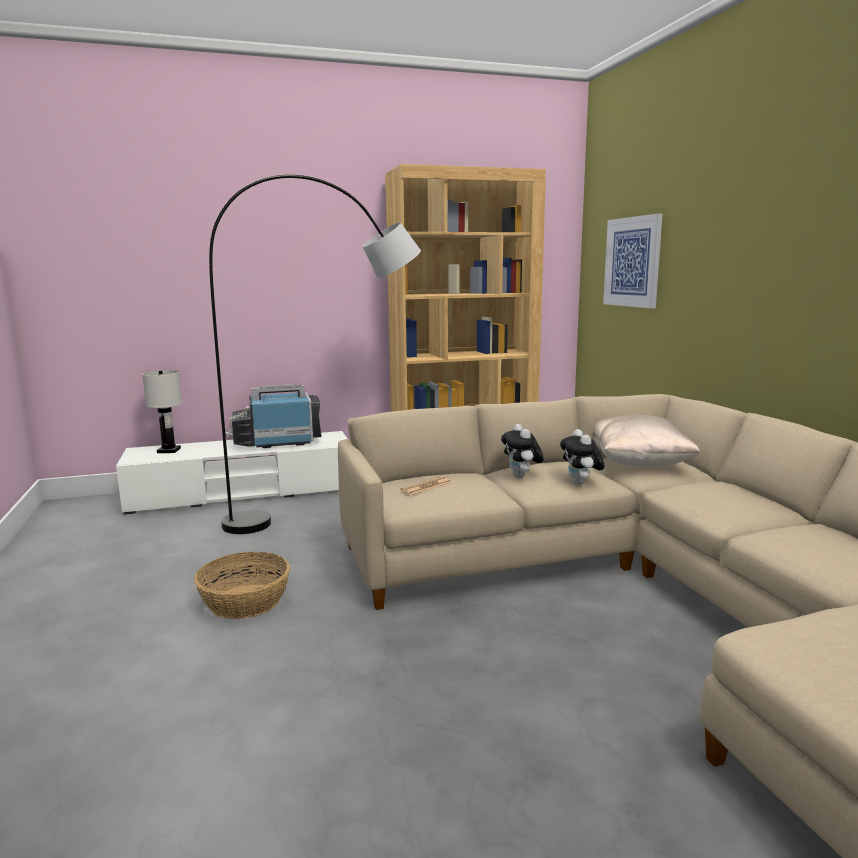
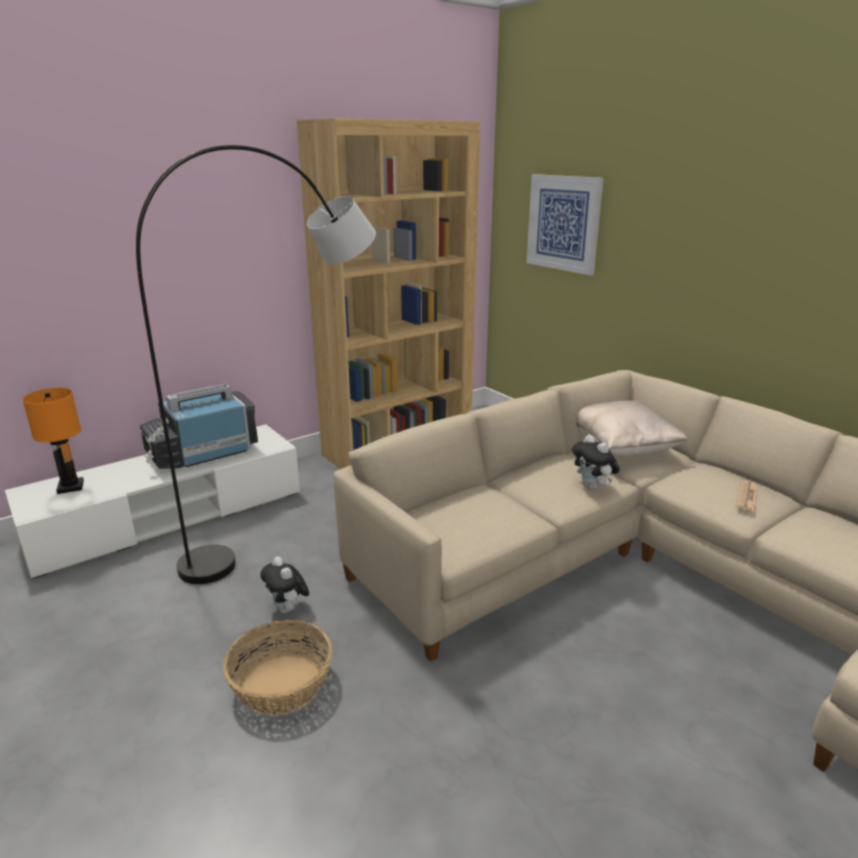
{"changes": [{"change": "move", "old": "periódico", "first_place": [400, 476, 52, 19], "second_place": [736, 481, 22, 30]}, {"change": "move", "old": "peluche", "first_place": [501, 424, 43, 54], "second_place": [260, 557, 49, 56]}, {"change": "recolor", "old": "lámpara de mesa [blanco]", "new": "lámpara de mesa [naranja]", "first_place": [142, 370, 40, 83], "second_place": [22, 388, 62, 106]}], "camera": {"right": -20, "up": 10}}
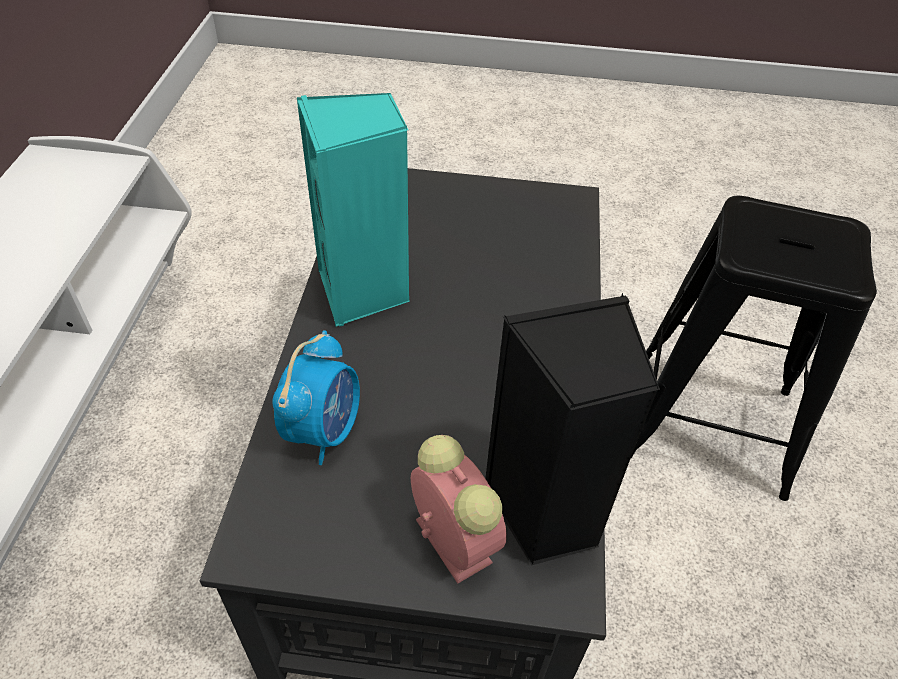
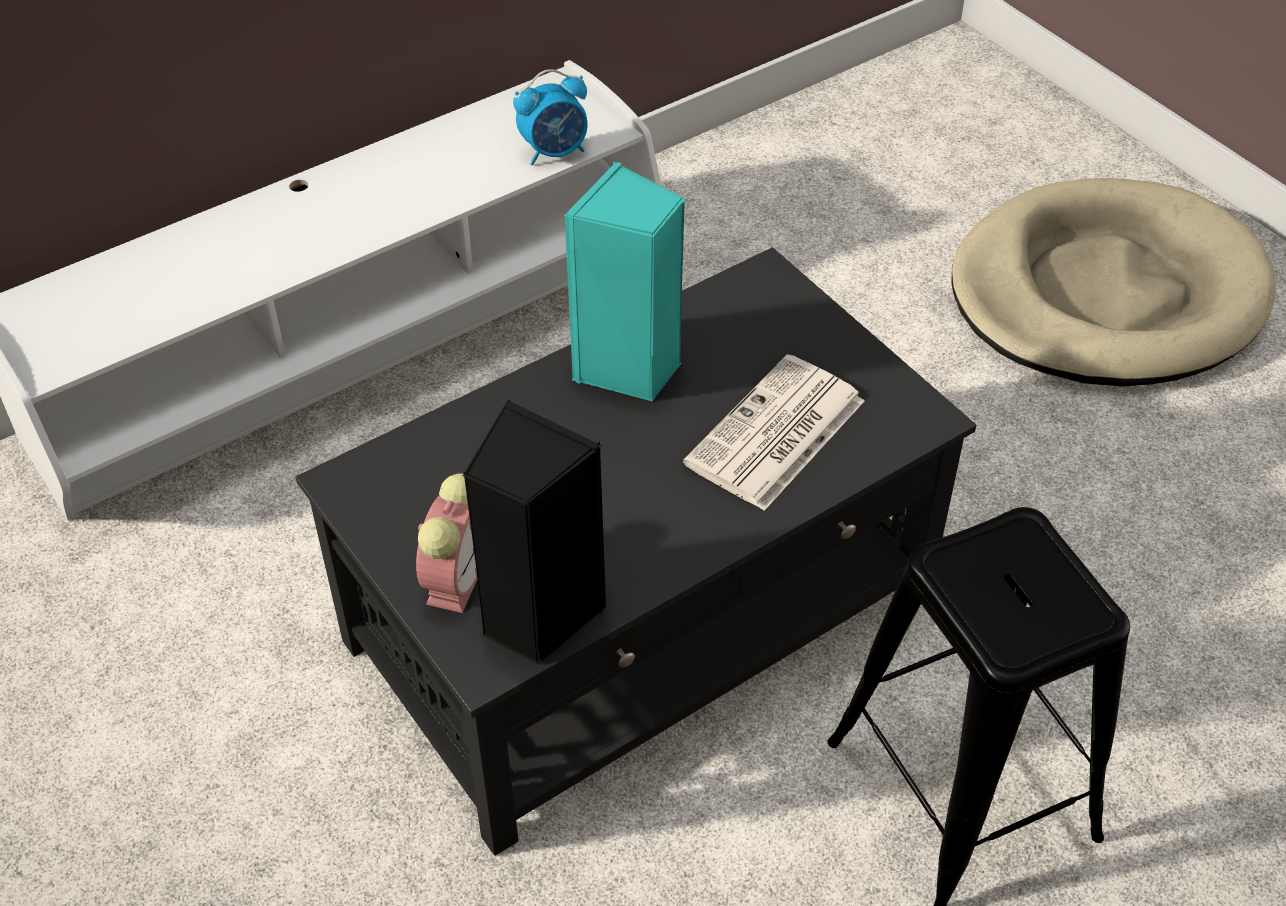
{"changes": [{"change": "insert", "new": "periódico", "second_place": [683, 354, 182, 157]}, {"change": "insert", "new": "cama para perro [beis]", "second_place": [951, 178, 325, 209]}, {"change": "move", "old": "despertador", "first_place": [272, 330, 88, 135], "second_place": [513, 69, 75, 96]}], "camera": {"right": 50, "up": 0}}
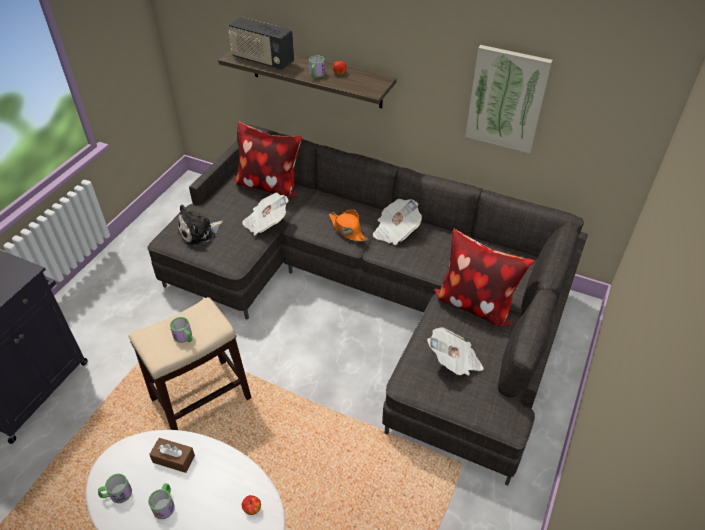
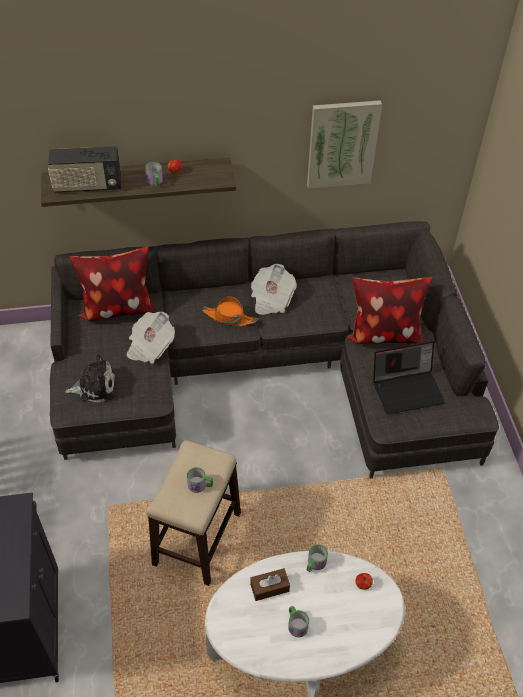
{"changes": [{"change": "move", "old": "taza grande", "first_place": [98, 474, 34, 29], "second_place": [307, 544, 21, 28]}, {"change": "replace", "old": "periódico", "new": "portátil", "first_place": [427, 327, 57, 49], "second_place": [373, 341, 72, 74]}, {"change": "rotate", "old": "peluche", "first_place": [178, 204, 45, 42], "second_place": [65, 354, 50, 49], "degrees": -120}], "camera": {"right": -35, "up": 5}}
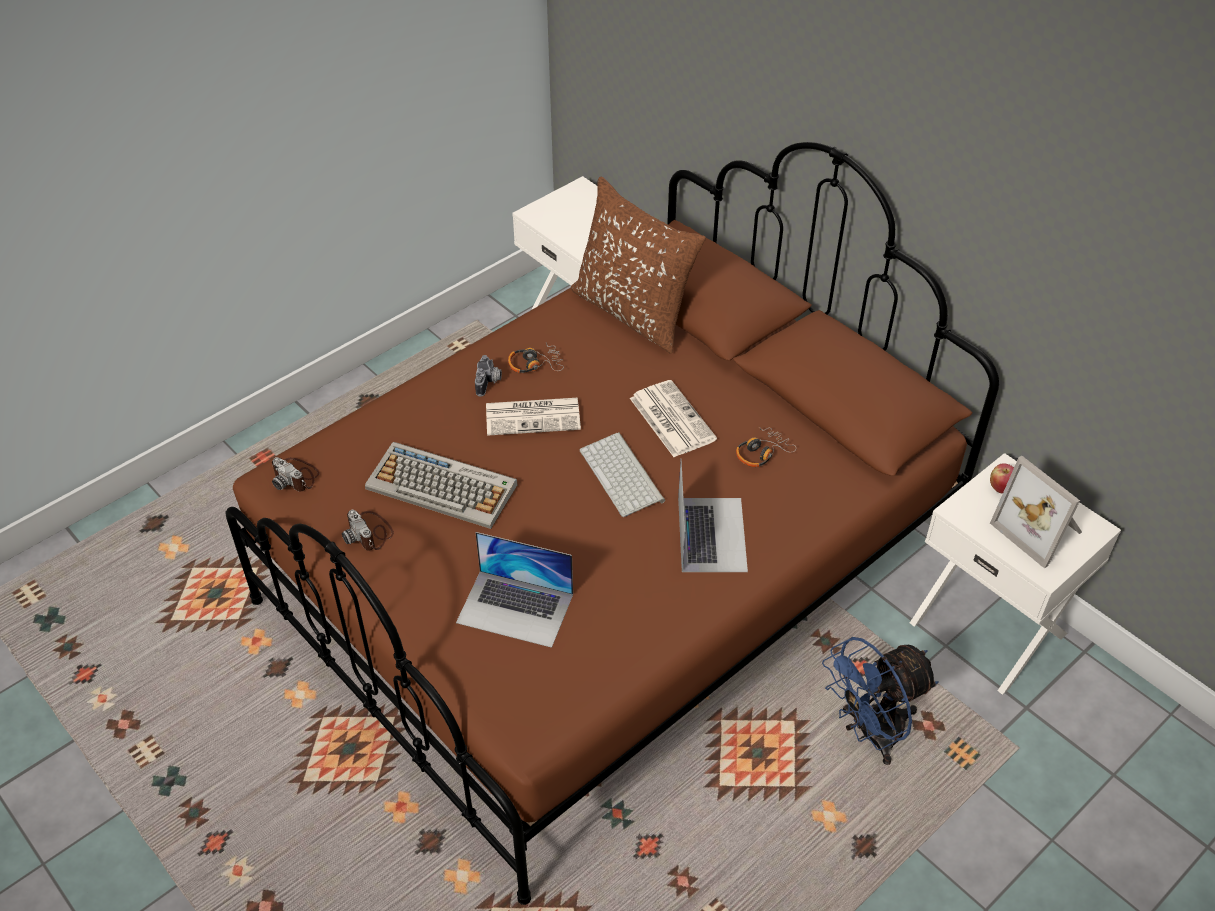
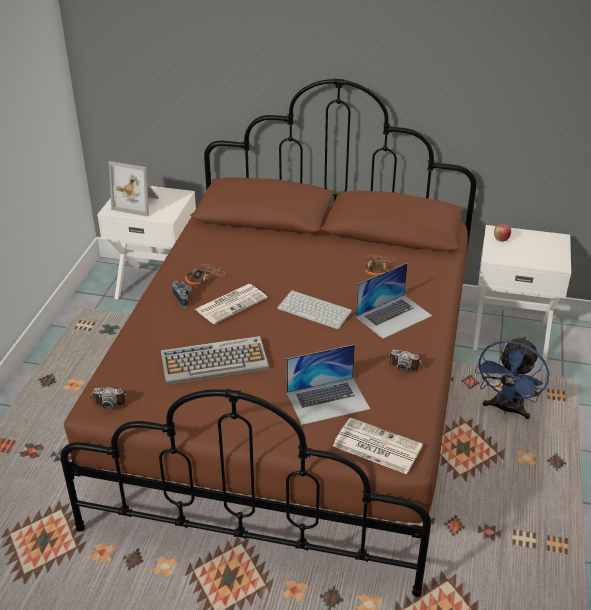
{"changes": [{"change": "delete", "old": "cojín [marrón]", "first_place": [571, 177, 135, 177]}, {"change": "move", "old": "cámara", "first_place": [342, 510, 52, 41], "second_place": [386, 349, 36, 23]}, {"change": "move", "old": "periódico", "first_place": [630, 380, 87, 77], "second_place": [333, 417, 90, 57]}, {"change": "move", "old": "portarretratos", "first_place": [990, 456, 92, 112], "second_place": [109, 161, 50, 55]}, {"change": "rotate", "old": "portátil", "first_place": [678, 459, 70, 113], "second_place": [356, 263, 76, 76], "degrees": 90}], "camera": {"right": -35, "up": -10}}
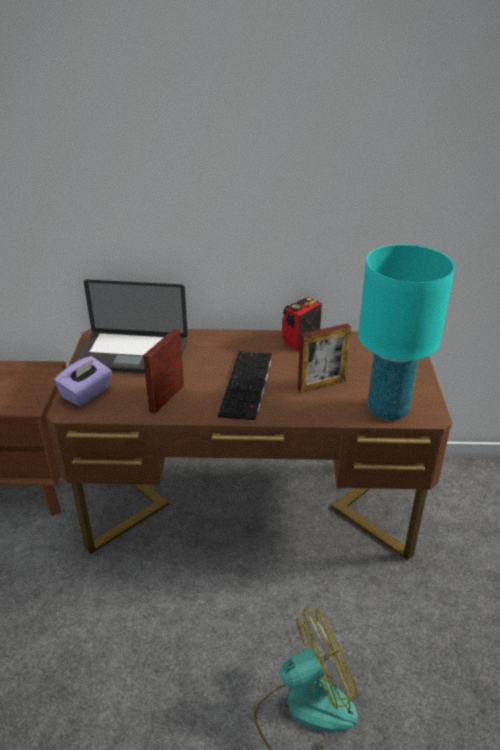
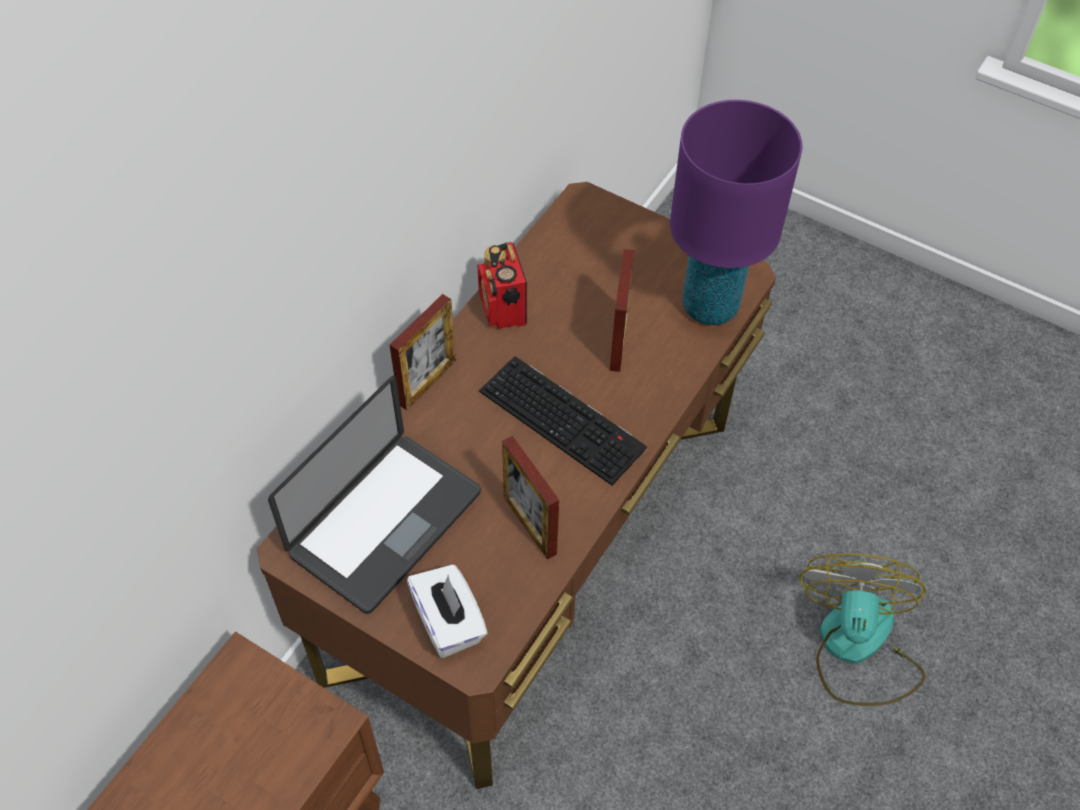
{"changes": [{"change": "insert", "new": "portarretratos", "second_place": [390, 294, 66, 116]}, {"change": "recolor", "old": "caja de pañuelos [morado]", "new": "caja de pañuelos [blanco]", "first_place": [54, 356, 58, 51], "second_place": [407, 565, 80, 93]}, {"change": "recolor", "old": "lámpara de mesa [turquesa]", "new": "lámpara de mesa [morado]", "first_place": [358, 244, 97, 176], "second_place": [670, 100, 132, 225]}], "camera": {"right": -60, "up": 20}}
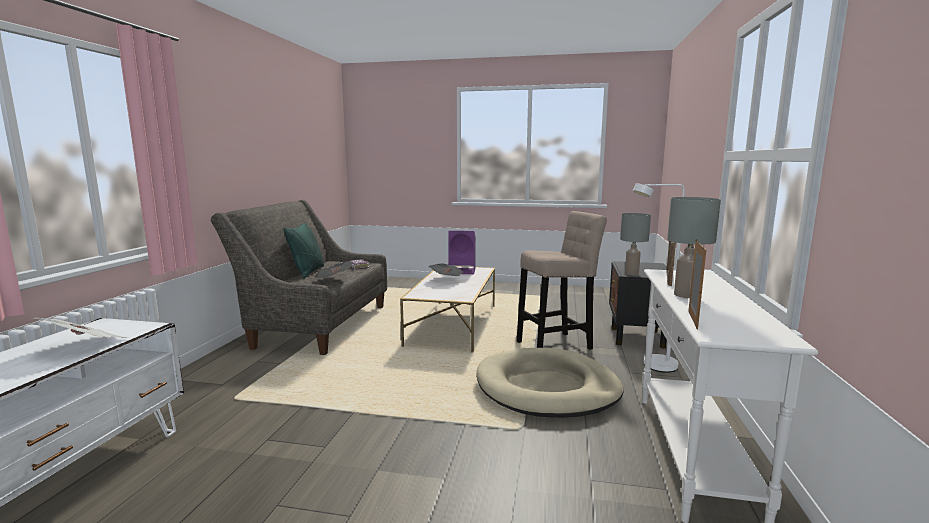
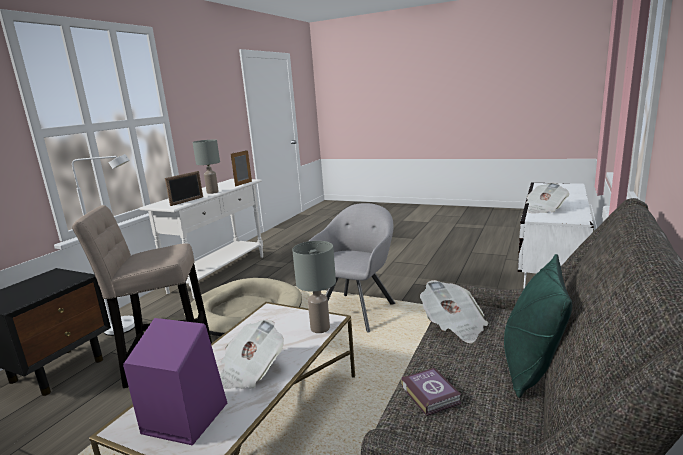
{"changes": [{"change": "insert", "new": "sillón [gris]", "second_place": [309, 203, 87, 130]}, {"change": "move", "old": "lámpara de mesa [gris]", "first_place": [620, 213, 31, 62], "second_place": [292, 241, 44, 92]}], "camera": {"right": -165, "up": 5}}
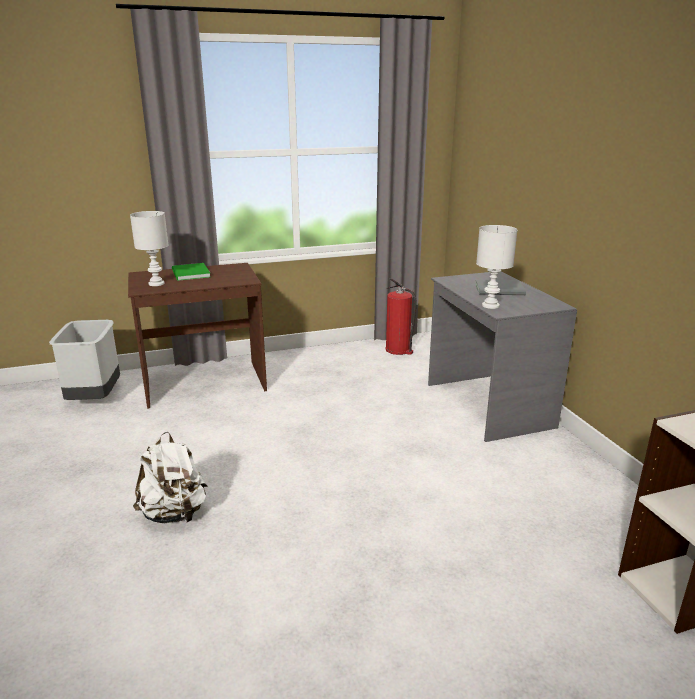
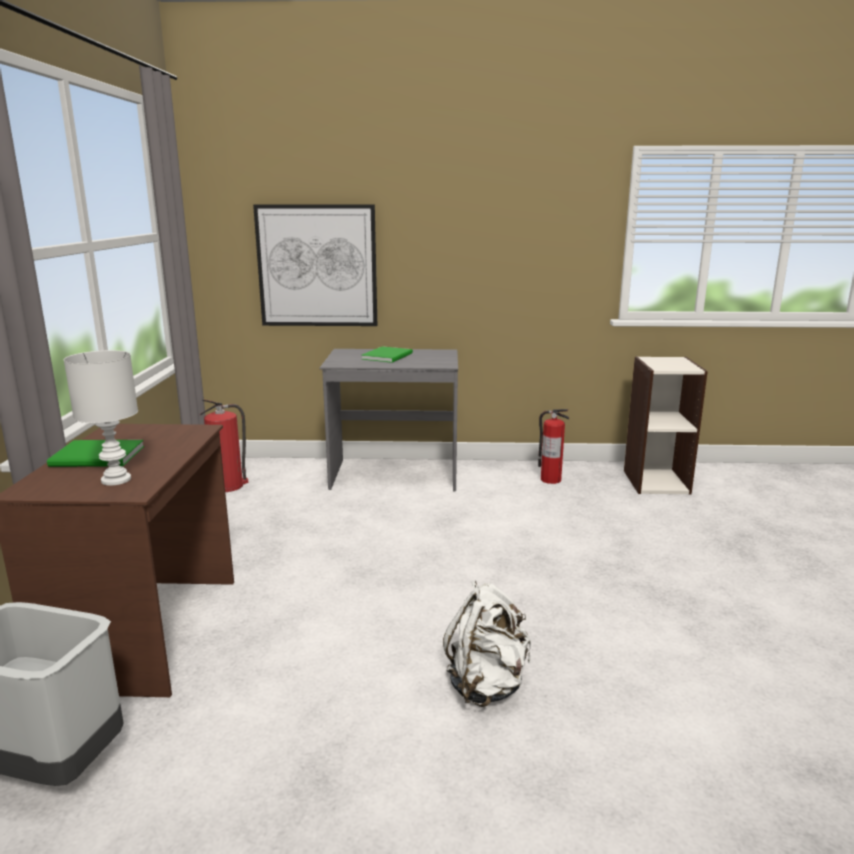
{"changes": [{"change": "delete", "old": "lámpara de mesa [blanco]", "first_place": [476, 225, 42, 84]}, {"change": "insert", "new": "cuadro", "second_place": [253, 204, 124, 122]}, {"change": "insert", "new": "extintor", "second_place": [538, 409, 31, 75]}, {"change": "recolor", "old": "libro [gris]", "new": "libro [verde]", "first_place": [475, 280, 51, 15], "second_place": [362, 346, 51, 17]}], "camera": {"right": -70, "up": -5}}
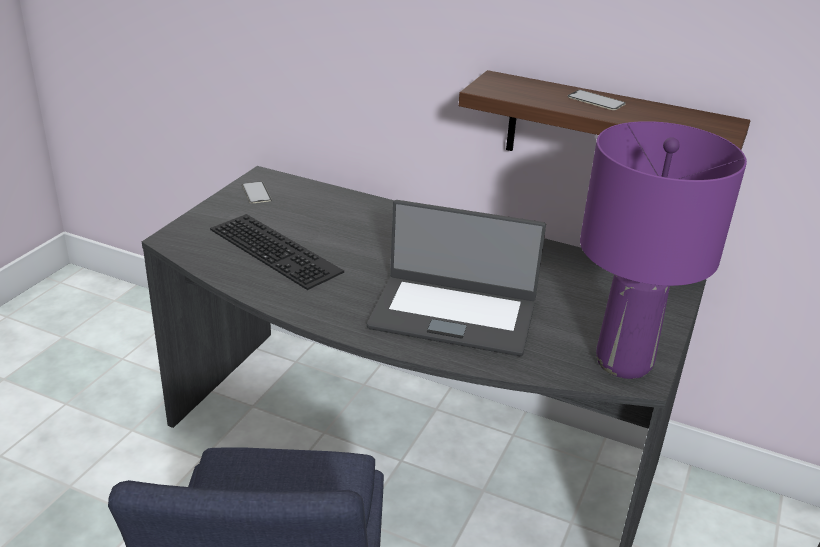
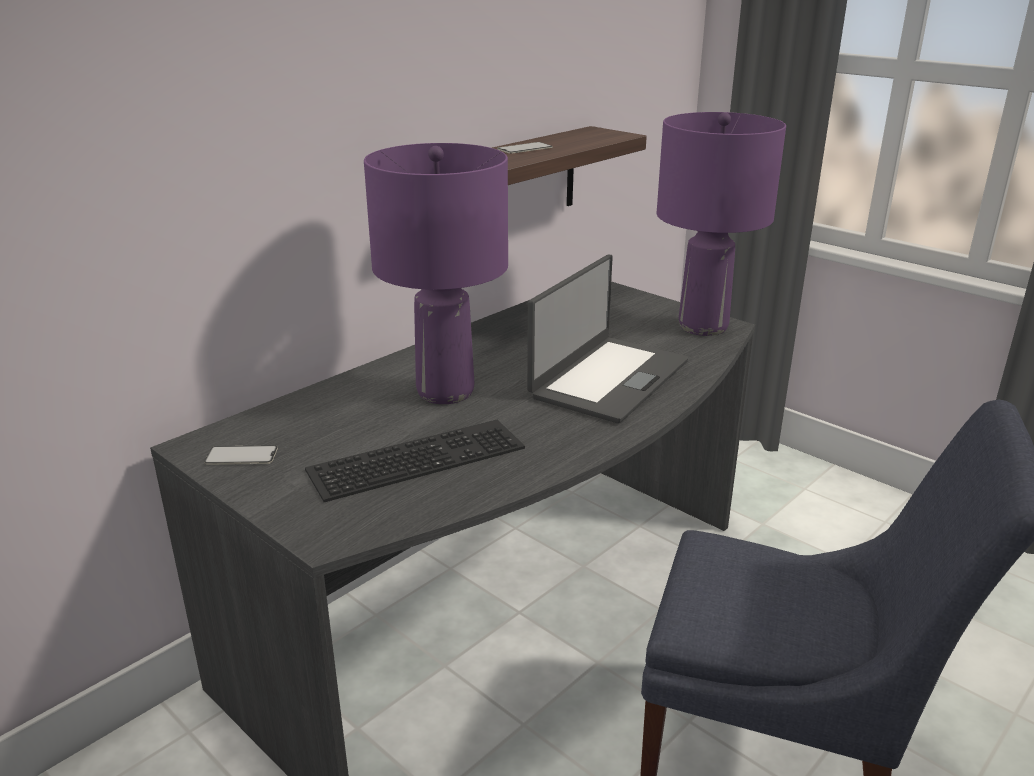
{"changes": [{"change": "insert", "new": "lámpara de mesa [morado]", "second_place": [364, 143, 144, 261]}], "camera": {"right": -70, "up": -5}}
